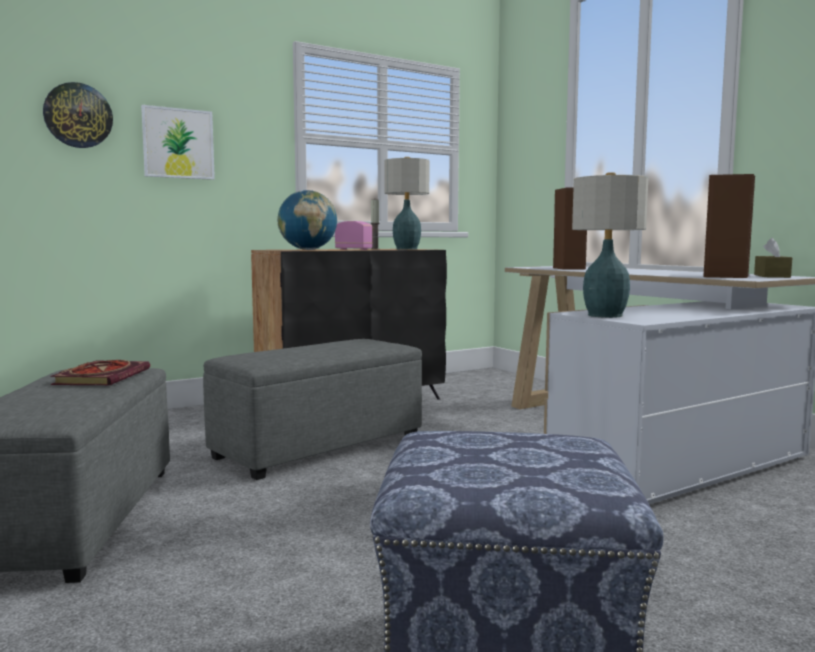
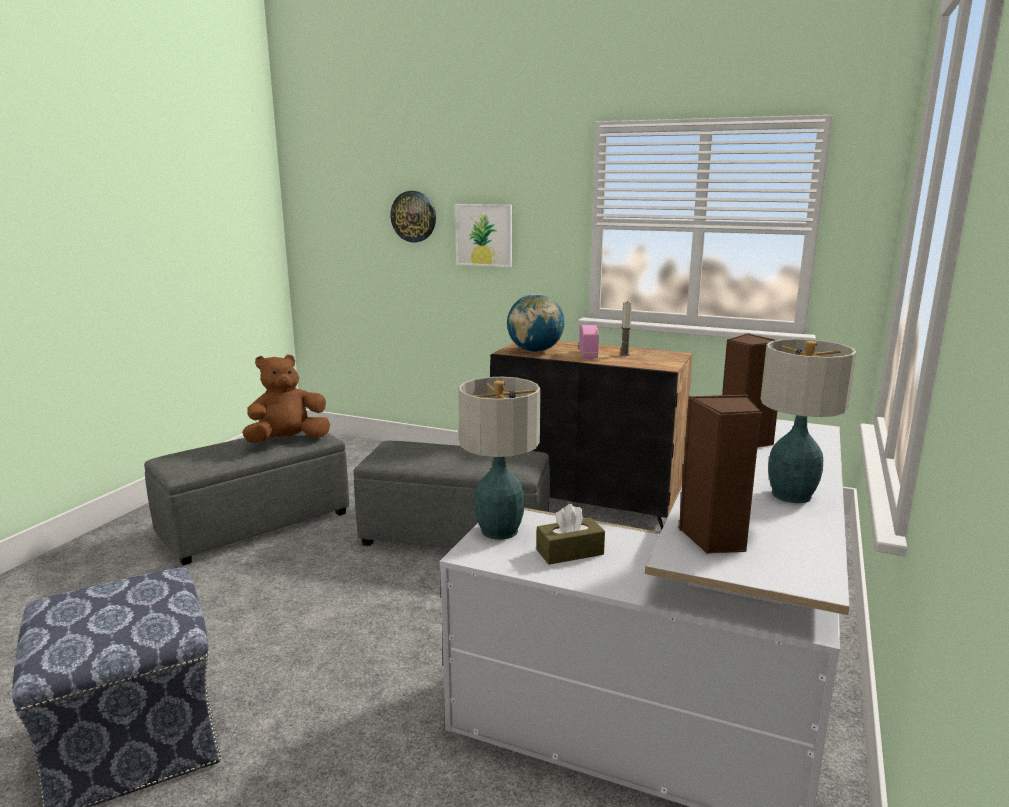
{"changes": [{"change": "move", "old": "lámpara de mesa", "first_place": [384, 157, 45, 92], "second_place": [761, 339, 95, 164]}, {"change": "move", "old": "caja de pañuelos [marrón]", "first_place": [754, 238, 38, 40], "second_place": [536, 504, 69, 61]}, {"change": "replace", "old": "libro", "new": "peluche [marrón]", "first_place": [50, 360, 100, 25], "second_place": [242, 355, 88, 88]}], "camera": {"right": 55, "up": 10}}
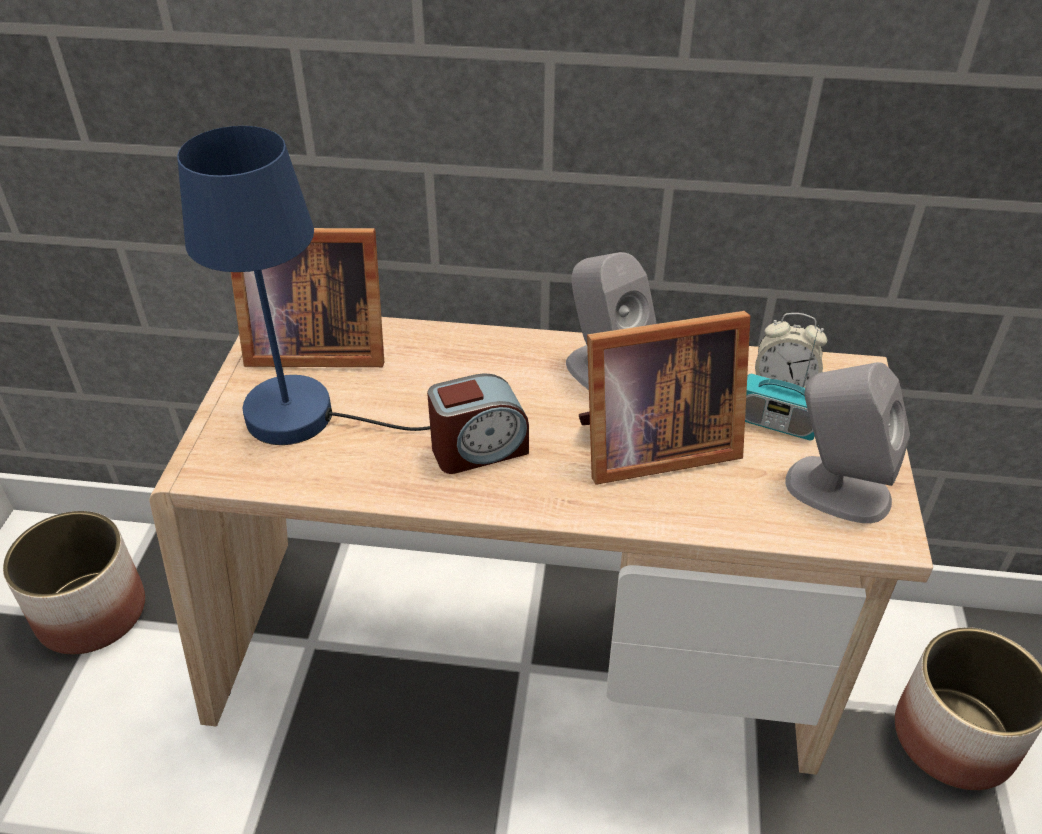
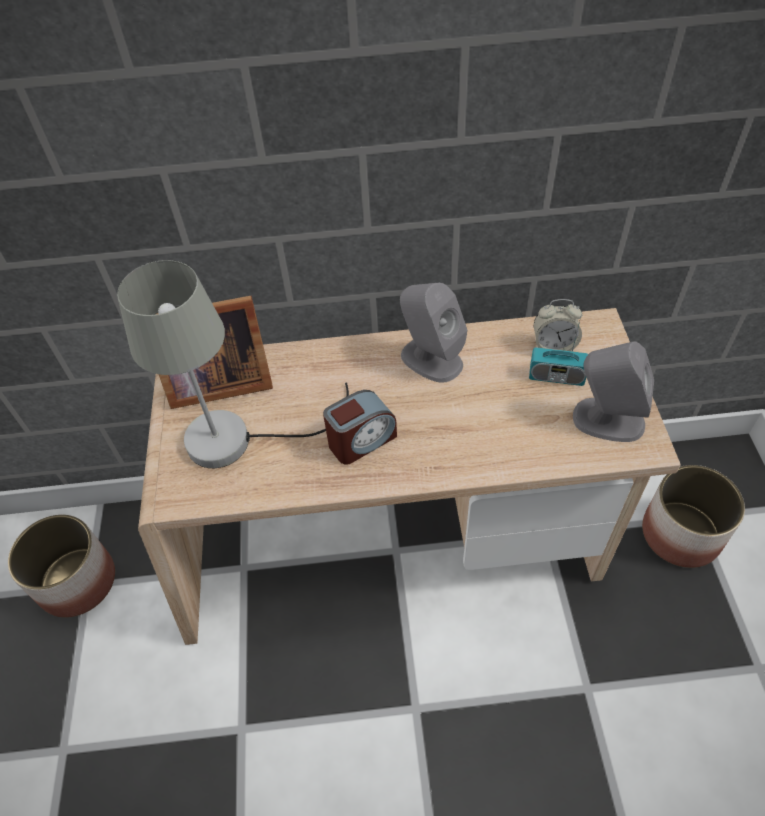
{"changes": [{"change": "delete", "old": "portarretratos", "first_place": [579, 311, 171, 174]}, {"change": "recolor", "old": "lámpara de mesa [azul]", "new": "lámpara de mesa [gris]", "first_place": [177, 126, 253, 319], "second_place": [117, 260, 232, 208]}], "camera": {"right": -10, "up": 10}}
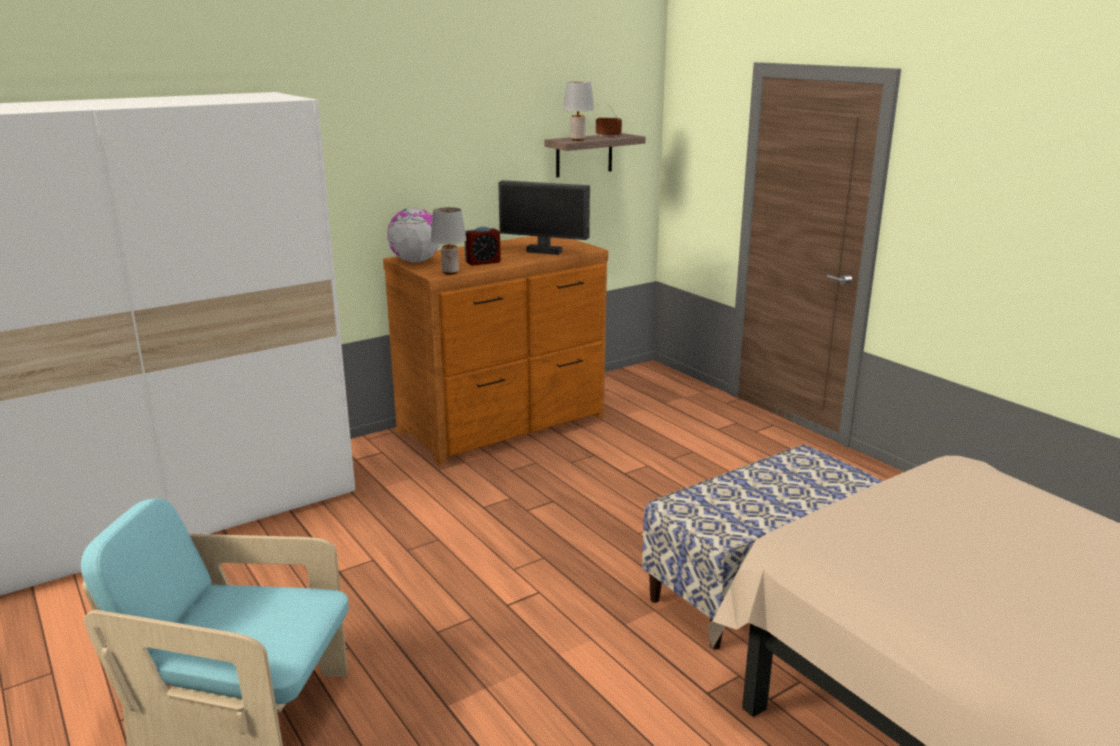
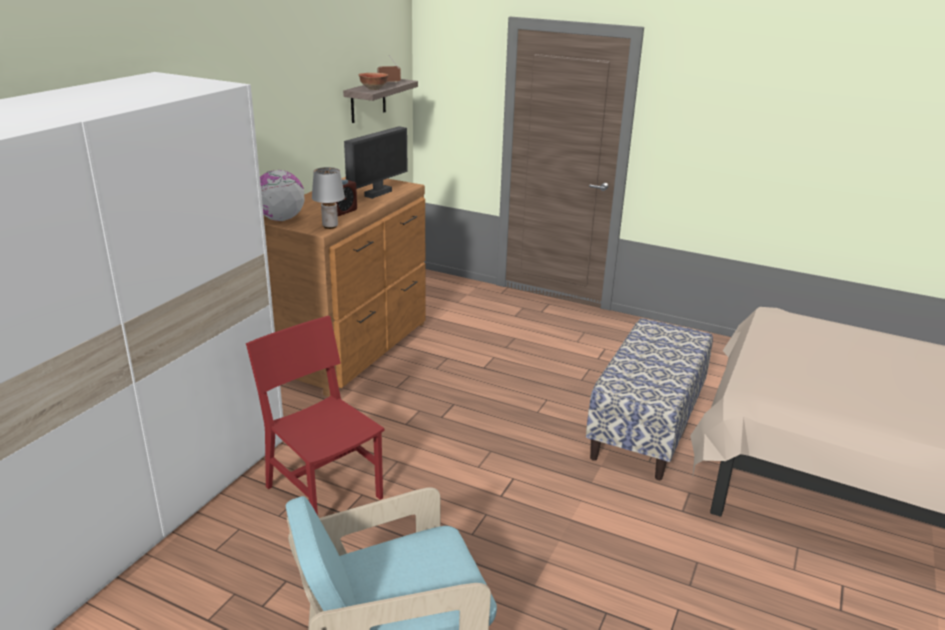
{"changes": [{"change": "insert", "new": "silla [rojo]", "second_place": [246, 316, 139, 199]}, {"change": "replace", "old": "lámpara de mesa [gris]", "new": "cuenco", "first_place": [563, 81, 31, 60], "second_place": [359, 73, 29, 17]}, {"change": "rotate", "old": "monitor", "first_place": [498, 180, 92, 75], "second_place": [344, 126, 64, 73], "degrees": -45}], "camera": {"right": -30, "up": 5}}
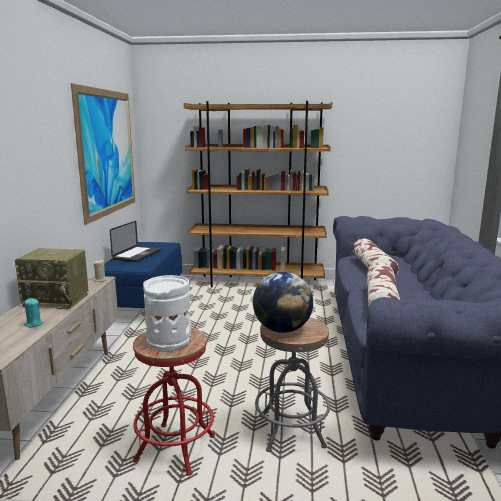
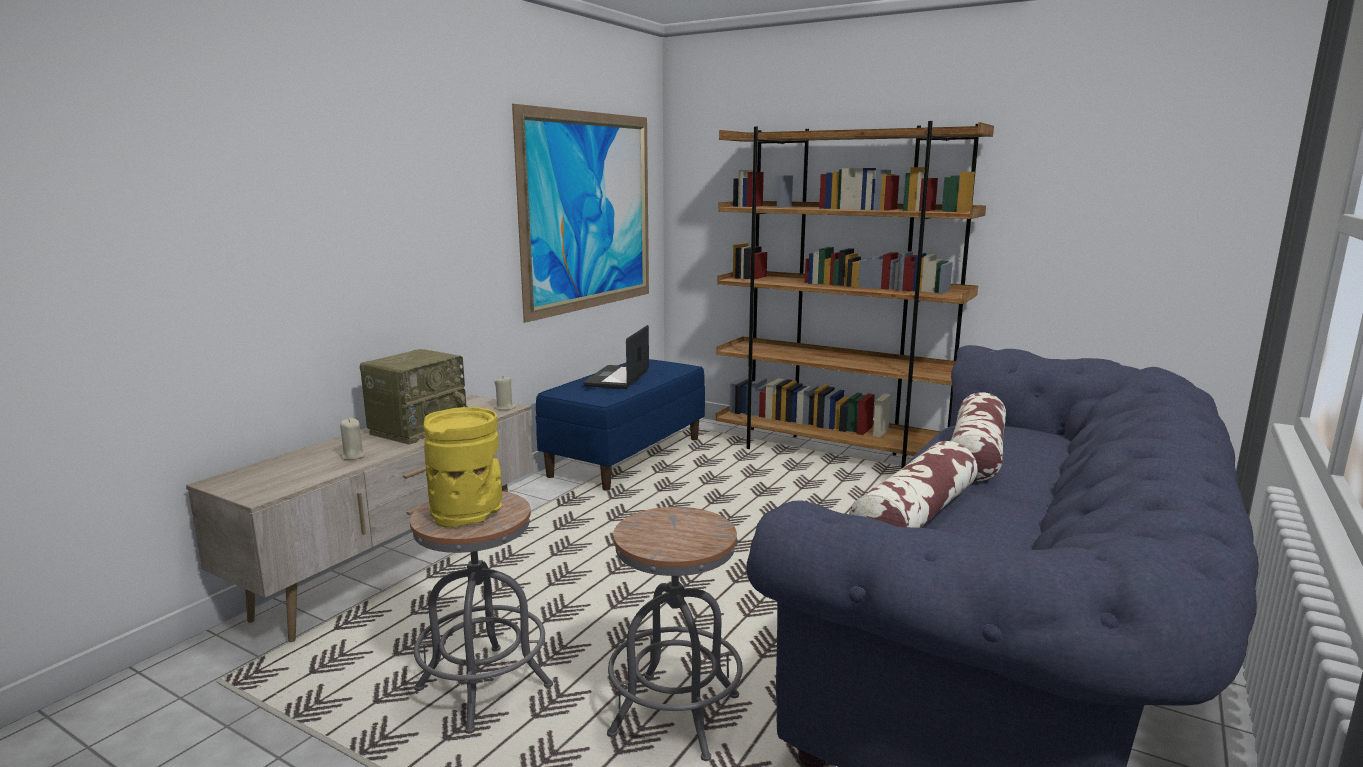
{"changes": [{"change": "delete", "old": "globo terráqueo", "first_place": [253, 272, 60, 61]}, {"change": "recolor", "old": "vela [turquesa]", "new": "vela [beis]", "first_place": [24, 298, 19, 29], "second_place": [340, 418, 25, 42]}, {"change": "recolor", "old": "taburete [rojo]", "new": "taburete [gris]", "first_place": [133, 328, 82, 148], "second_place": [410, 491, 143, 243]}, {"change": "recolor", "old": "florero [blanco]", "new": "florero [amarillo]", "first_place": [143, 275, 48, 77], "second_place": [423, 407, 79, 121]}, {"change": "rotate", "old": "radio", "first_place": [15, 248, 73, 61], "second_place": [360, 349, 108, 96], "degrees": -90}, {"change": "rotate", "old": "portátil", "first_place": [110, 221, 51, 41], "second_place": [583, 325, 66, 64], "degrees": 150}], "camera": {"right": 25, "up": 0}}
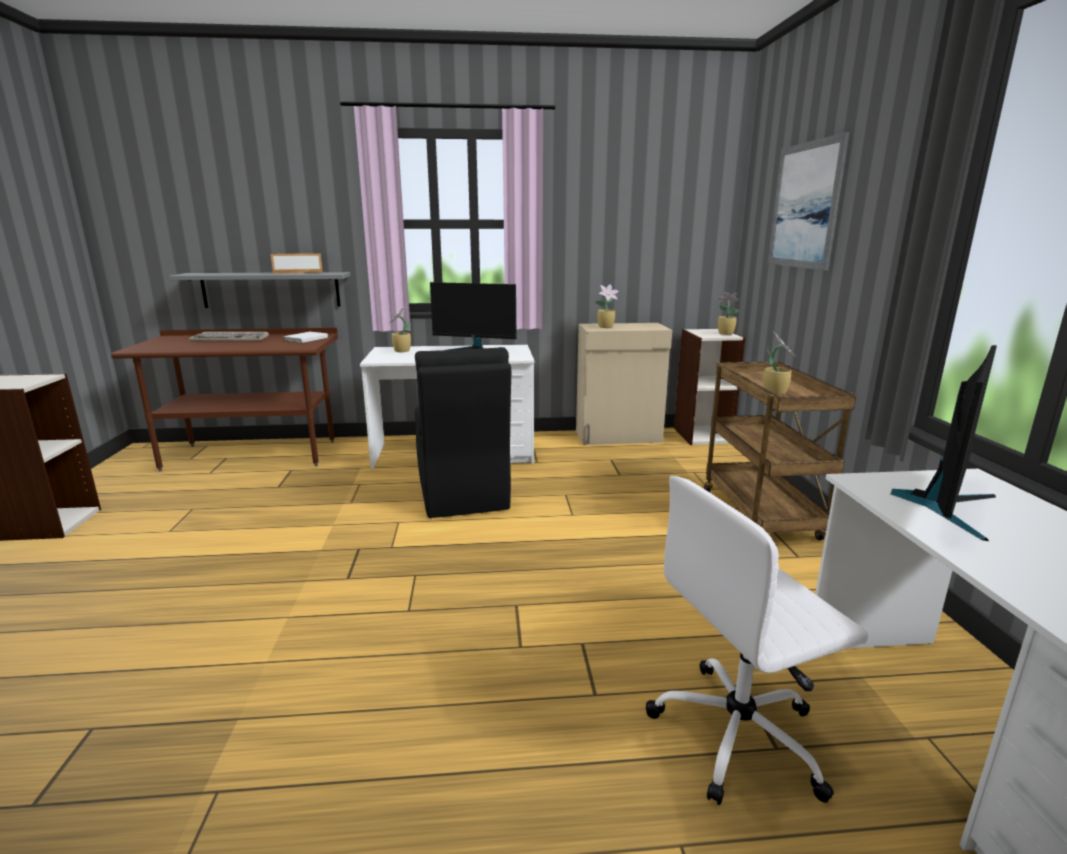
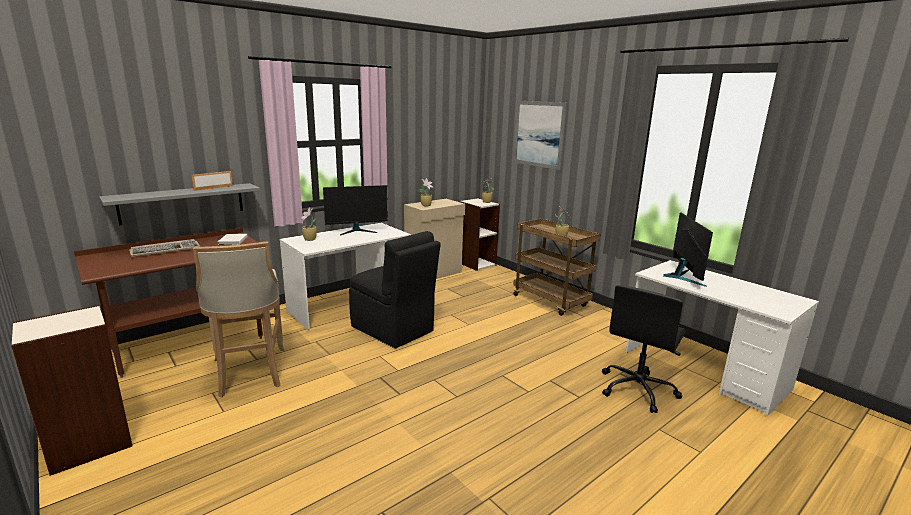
{"changes": [{"change": "insert", "new": "taburete [beis]", "second_place": [193, 241, 92, 156]}, {"change": "recolor", "old": "silla de oficina [blanco]", "new": "silla de oficina [negro]", "first_place": [646, 476, 222, 329], "second_place": [602, 285, 84, 128]}], "camera": {"right": -35, "up": 0}}
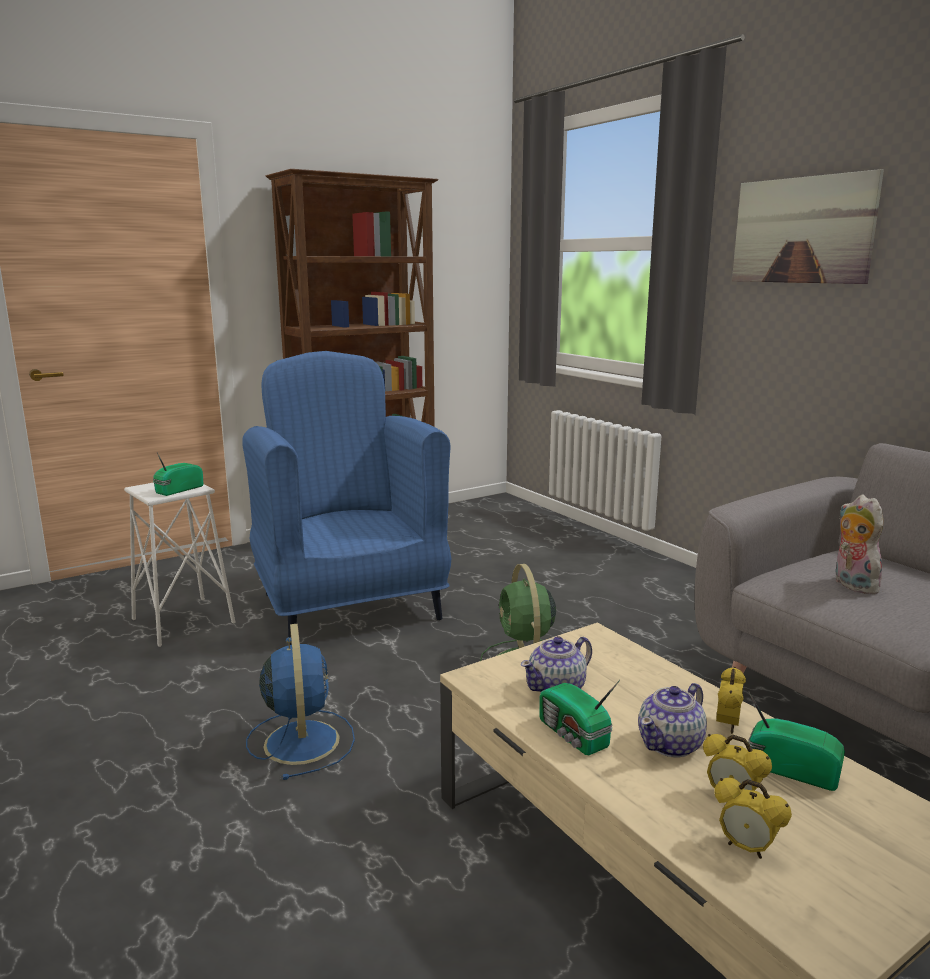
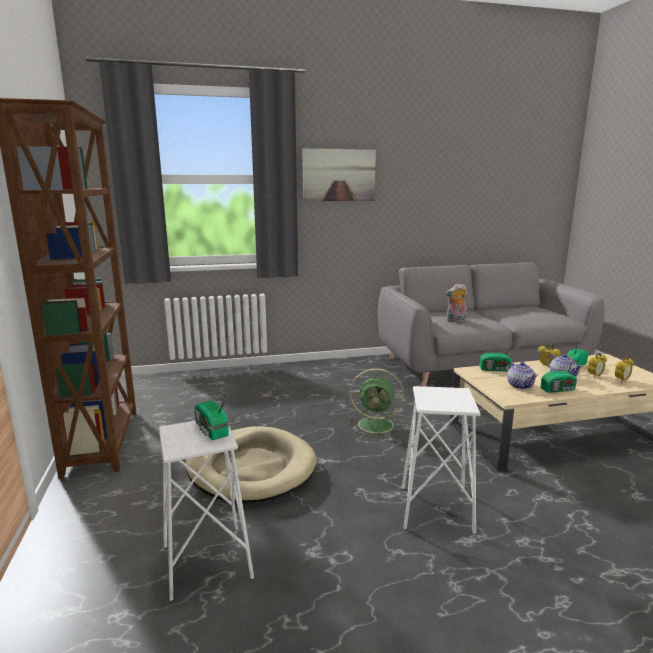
{"changes": [{"change": "insert", "new": "radio", "second_place": [480, 342, 33, 29]}, {"change": "replace", "old": "sillón [azul]", "new": "cama para perro [beis]", "first_place": [242, 351, 209, 294], "second_place": [185, 426, 132, 77]}, {"change": "replace", "old": "ventilador [azul]", "new": "taburete [blanco]", "first_place": [246, 624, 109, 156], "second_place": [402, 386, 79, 148]}], "camera": {"right": -70, "up": 0}}
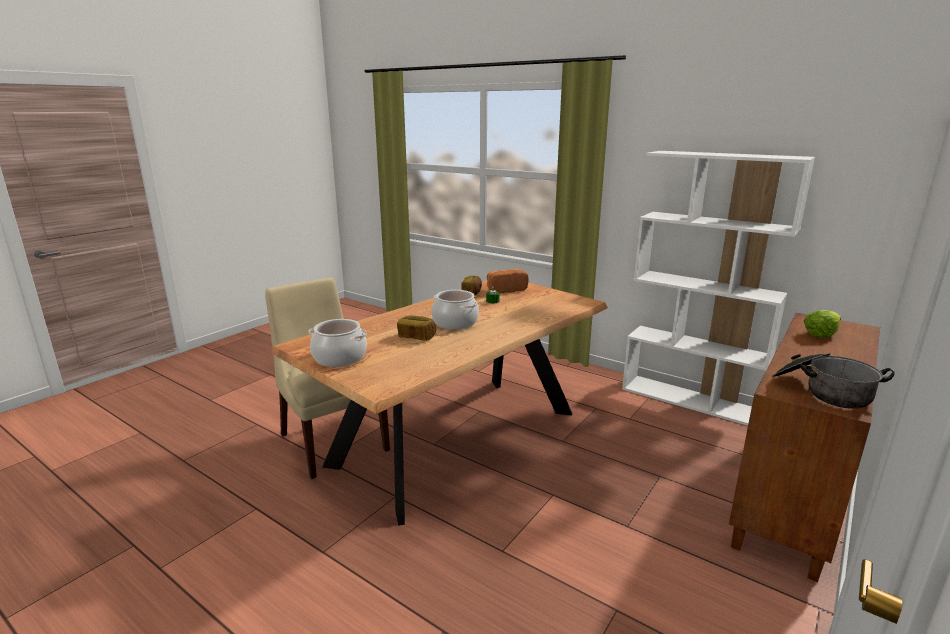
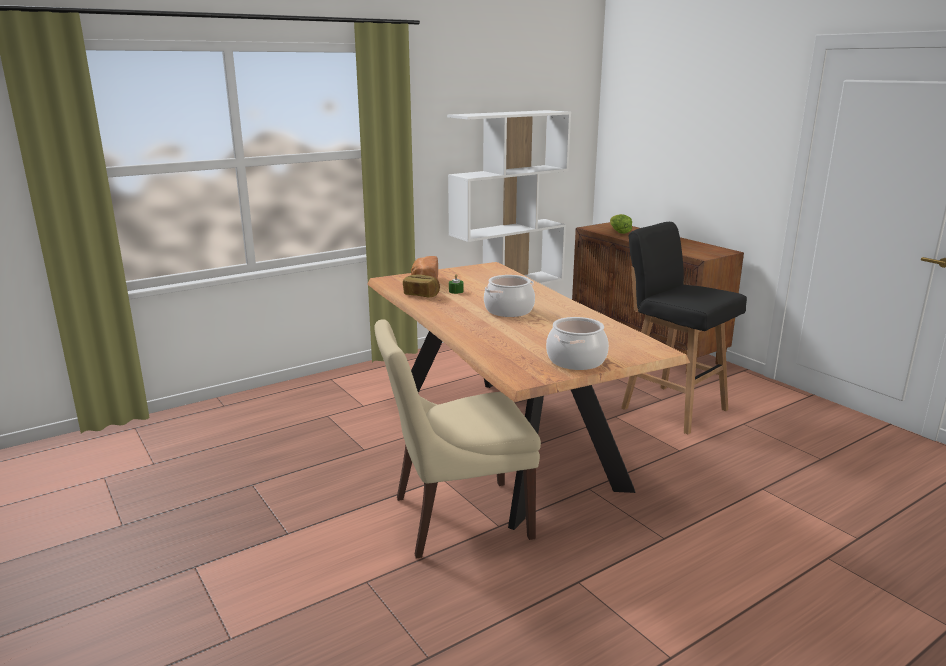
{"changes": [{"change": "delete", "old": "pan", "first_place": [397, 316, 39, 25]}, {"change": "delete", "old": "olla", "first_place": [772, 353, 123, 56]}, {"change": "insert", "new": "taburete [negro]", "second_place": [621, 222, 126, 212]}], "camera": {"right": -70, "up": 0}}
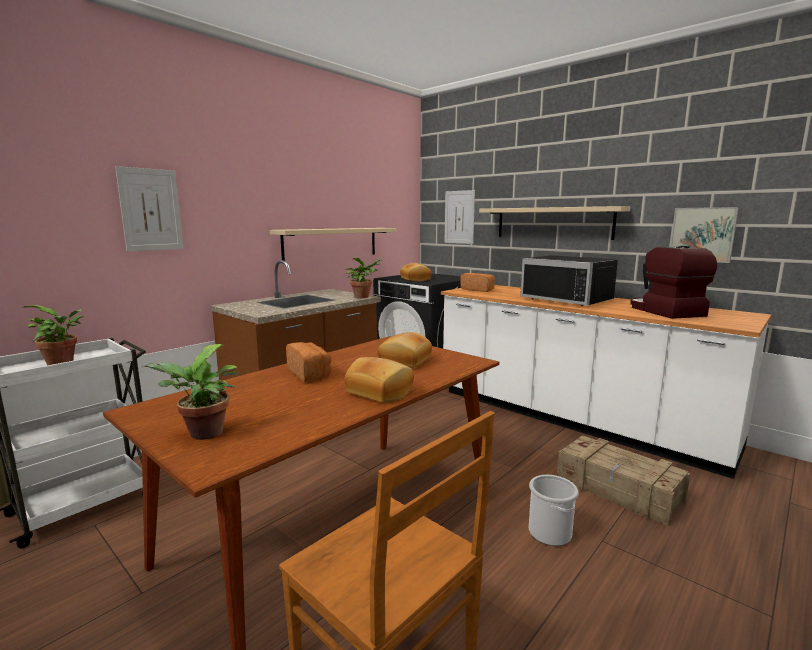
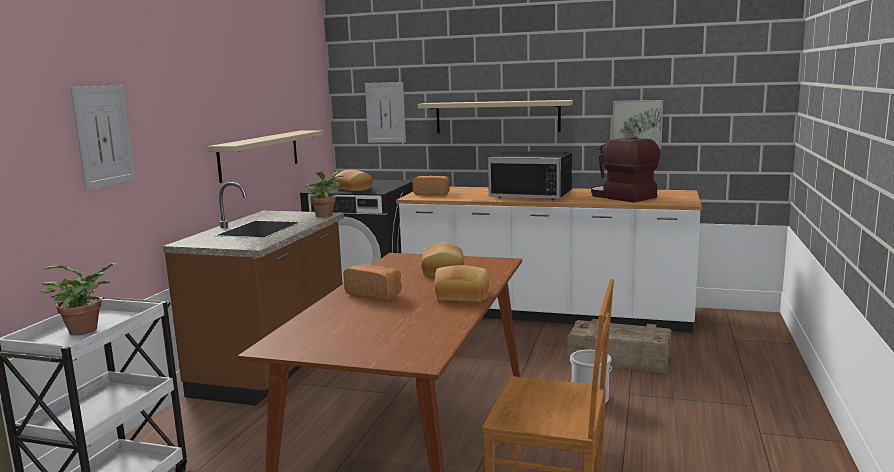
{"changes": [{"change": "delete", "old": "planta en maceta", "first_place": [143, 344, 96, 96]}], "camera": {"right": -25, "up": 0}}
